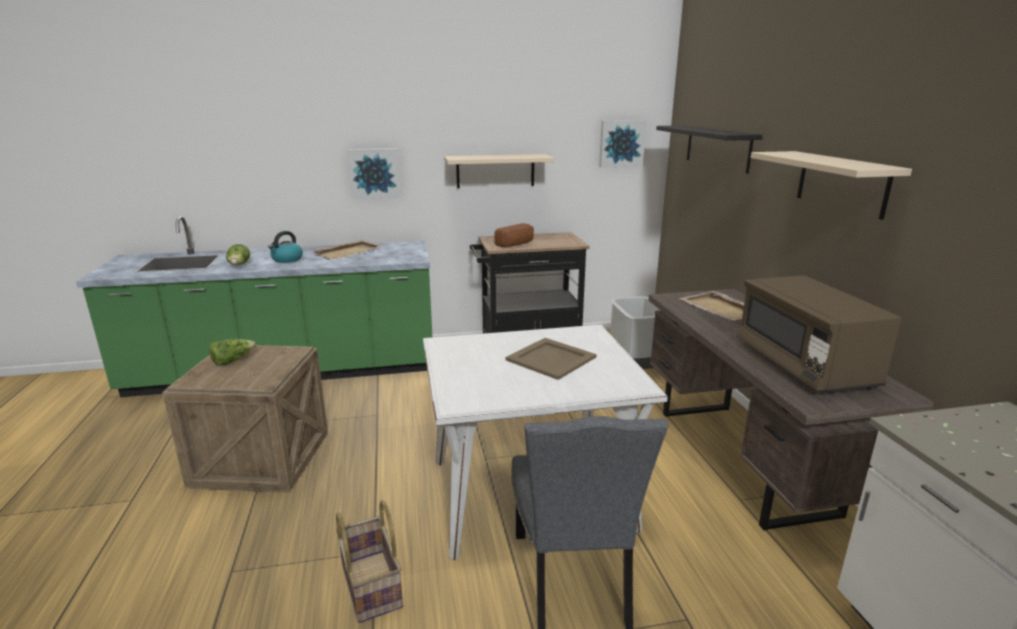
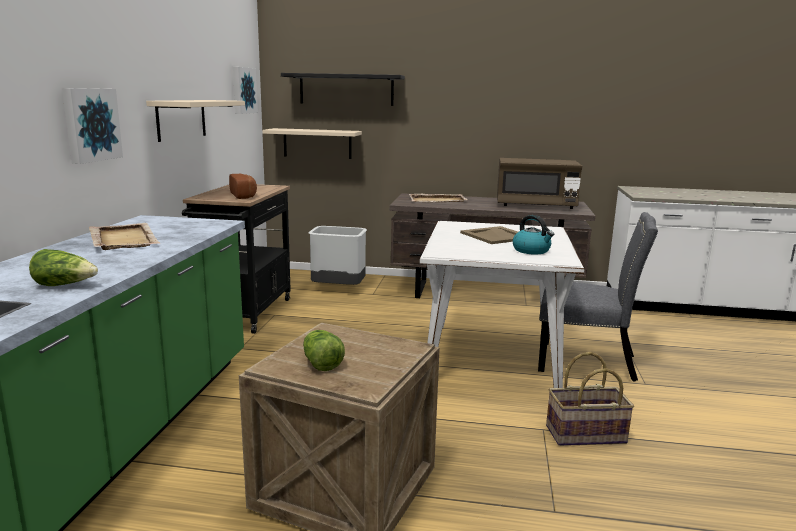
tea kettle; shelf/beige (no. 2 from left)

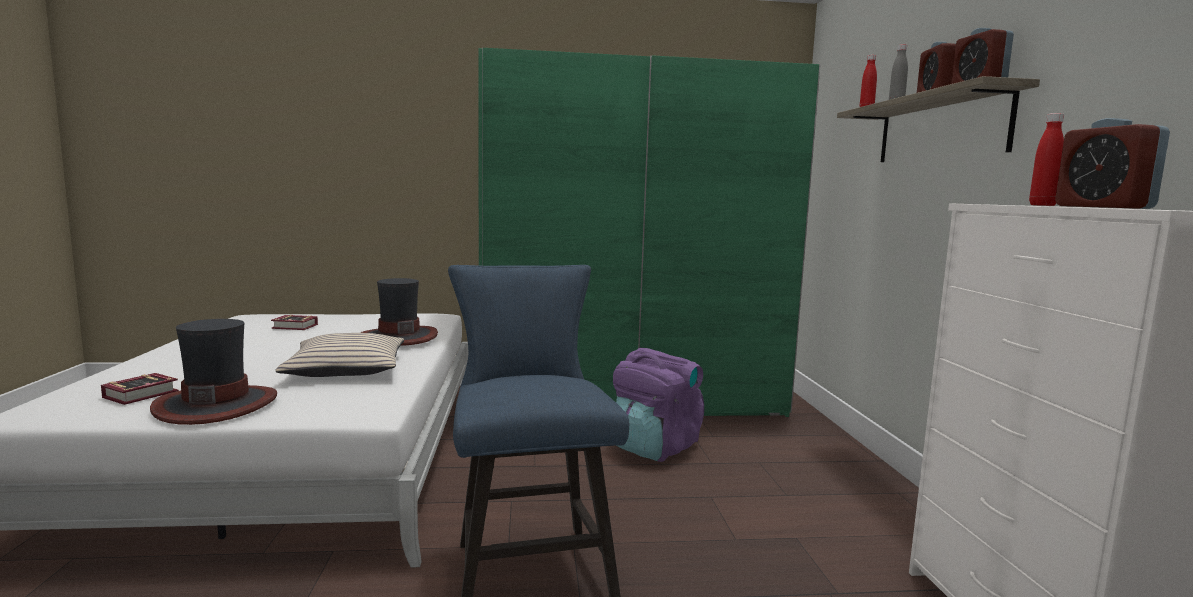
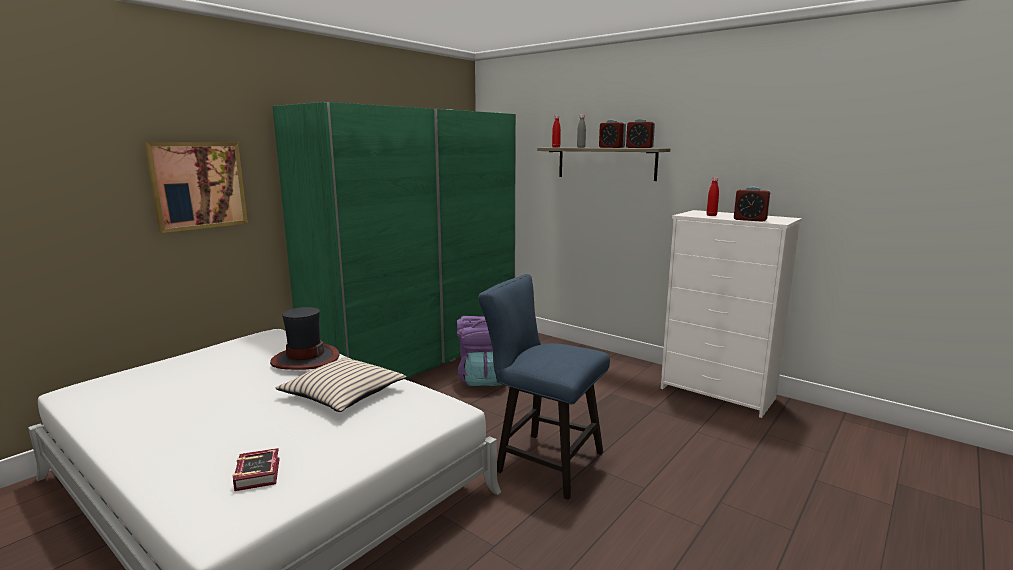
hat (no. 1 from left in the first image); bound book (no. 2 from left in the first image); picture

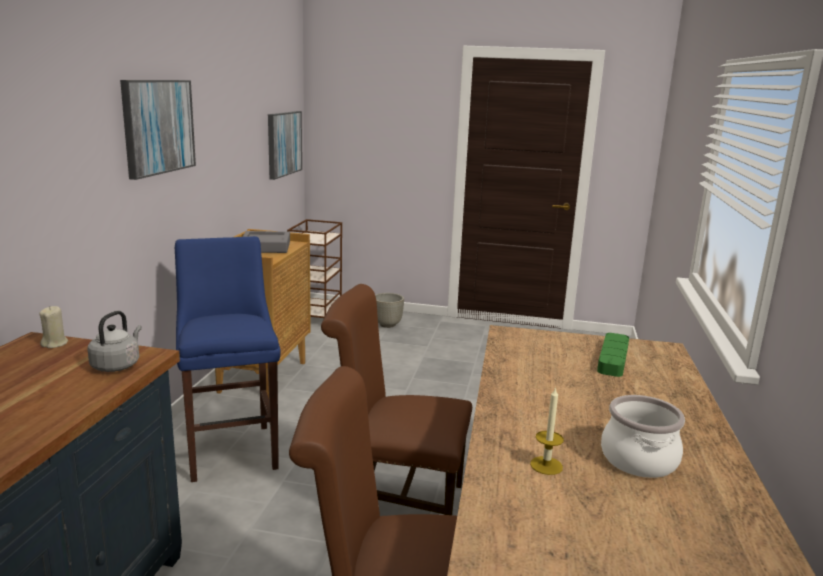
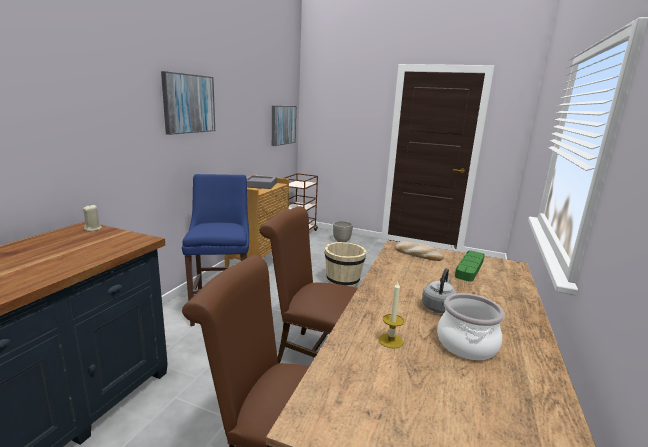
tea kettle/gray; bucket/beige; bread

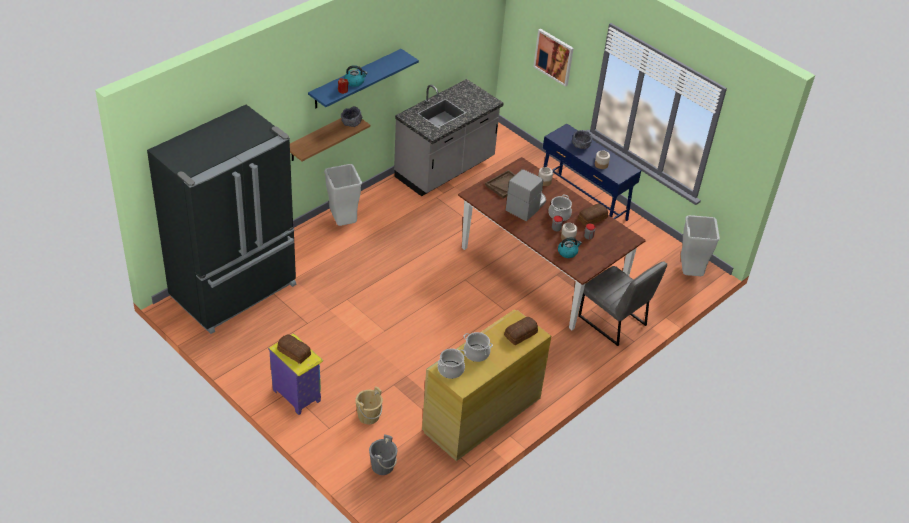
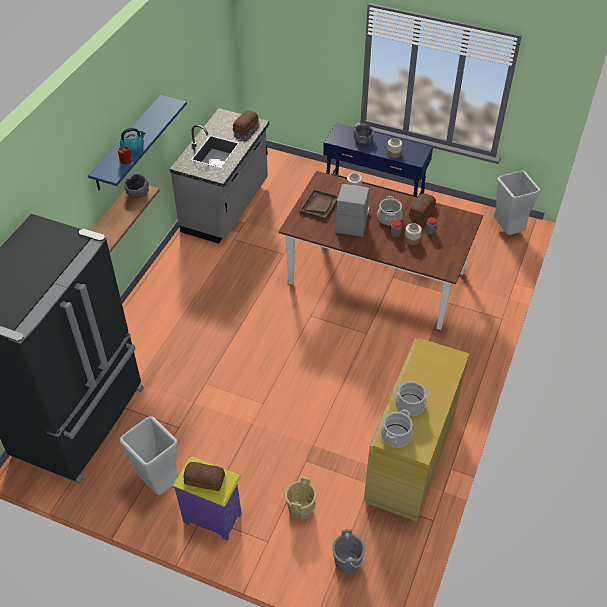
rubbish bin/gray (no. 1 from left); bread (no. 2 from left); picture; tea kettle (no. 2 from left in the first image); upright chair/gray

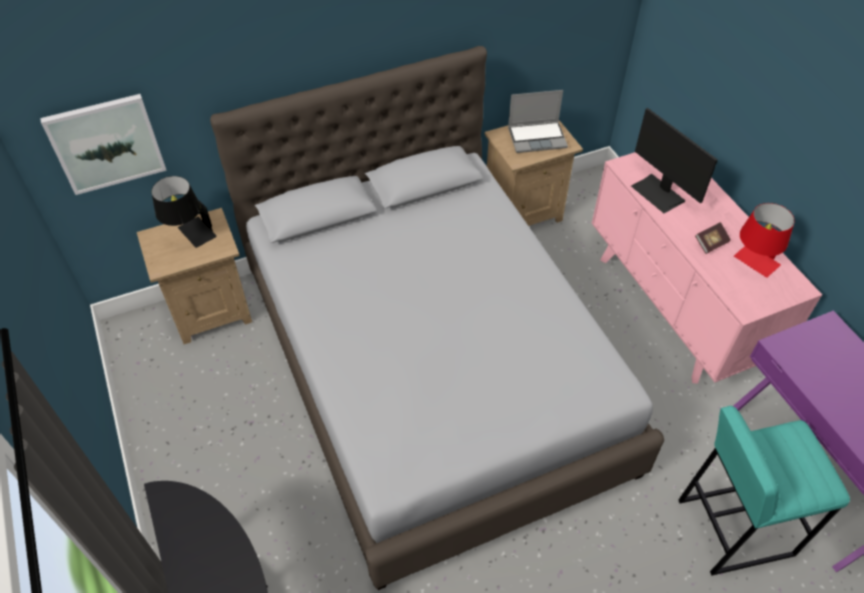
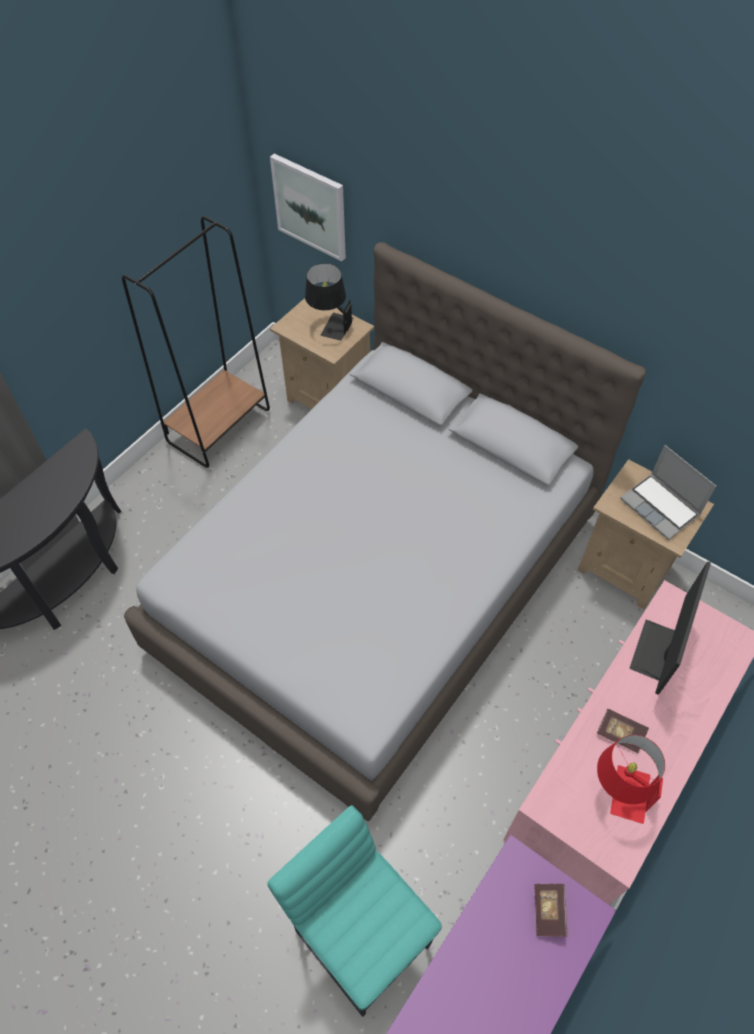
clothes rack; bound book (no. 1 from left)

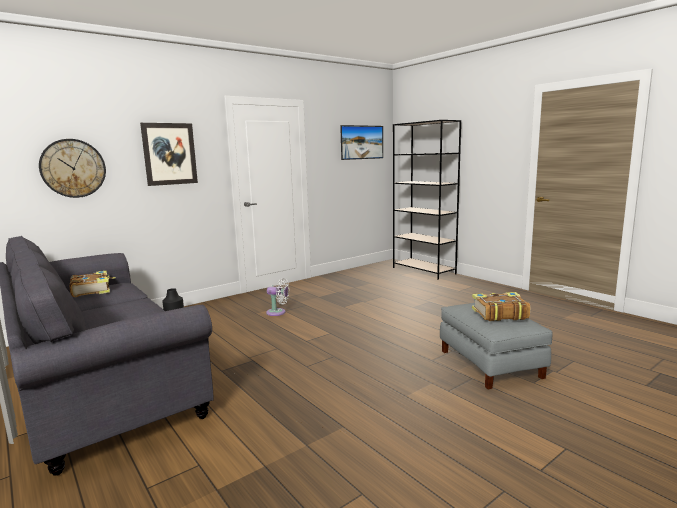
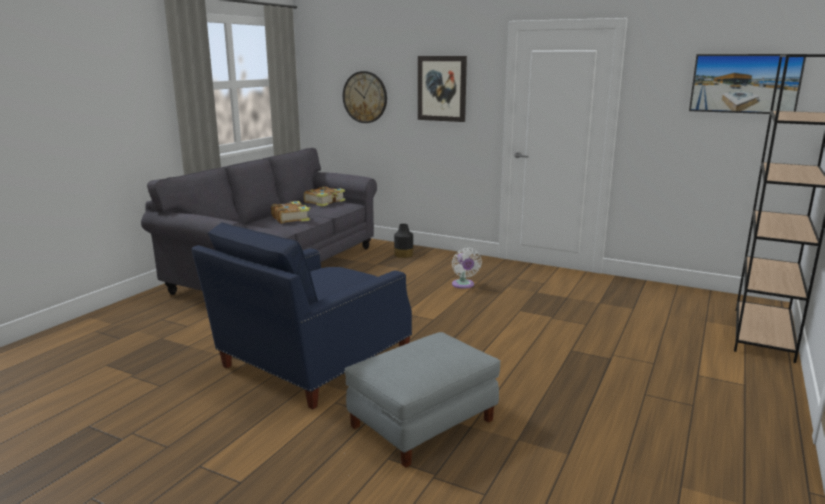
bound book (no. 1 from left); lounge chair/bluish

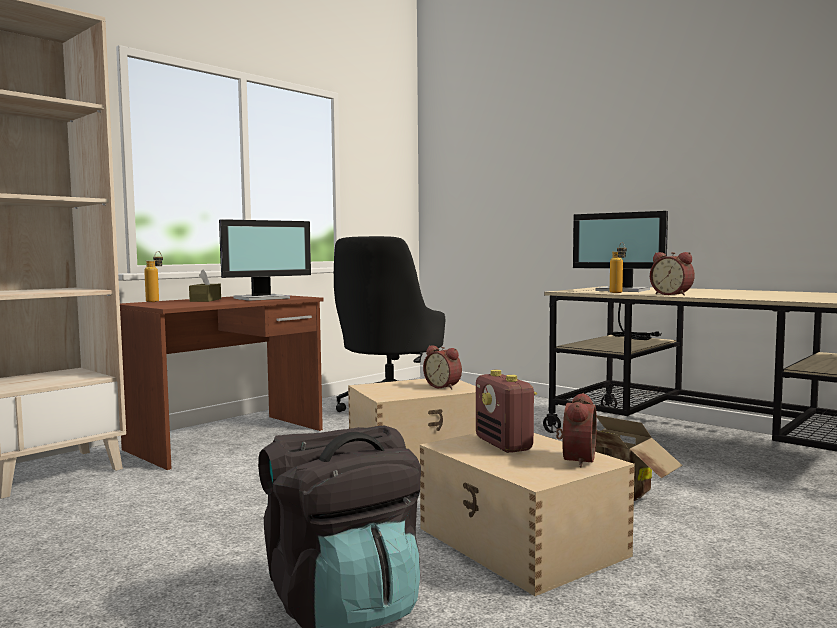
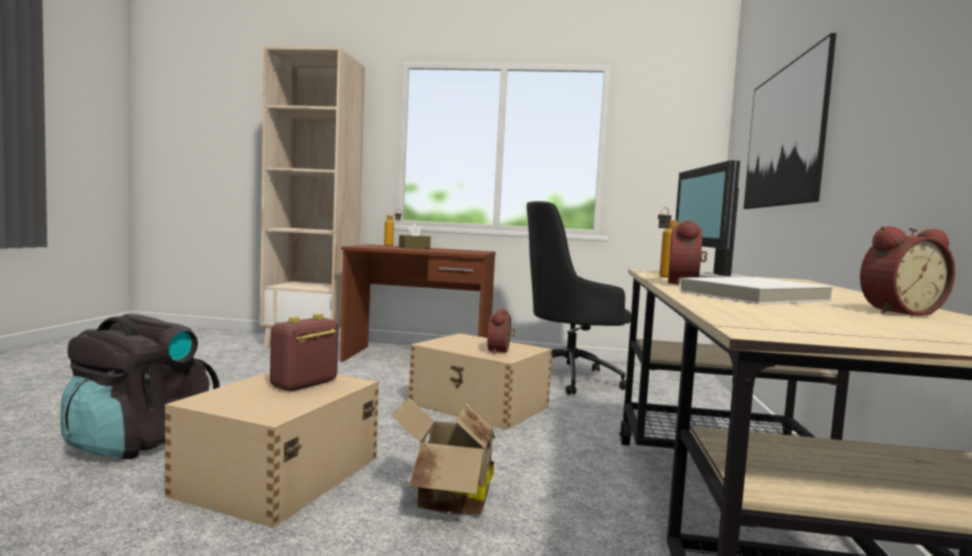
computer screen (no. 1 from left in the first image); bedside clock (no. 3 from left); bound book/white-coloured; picture

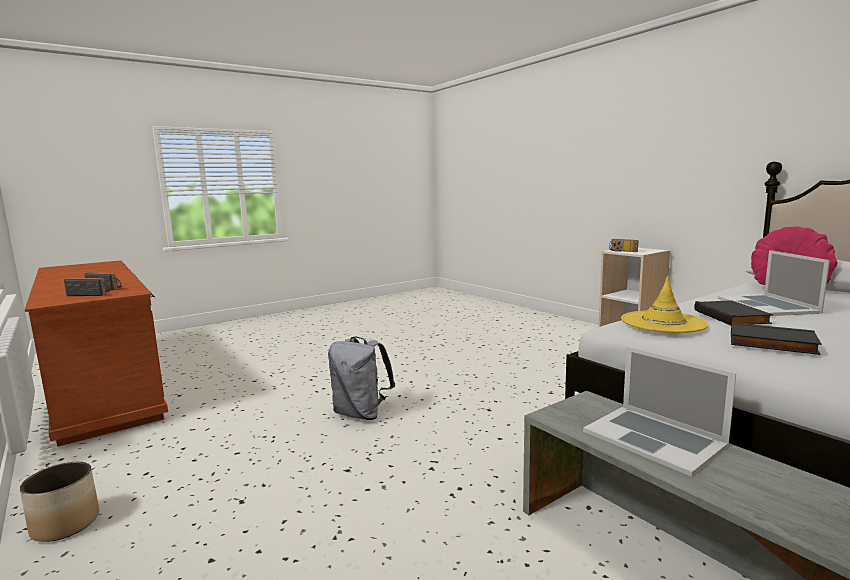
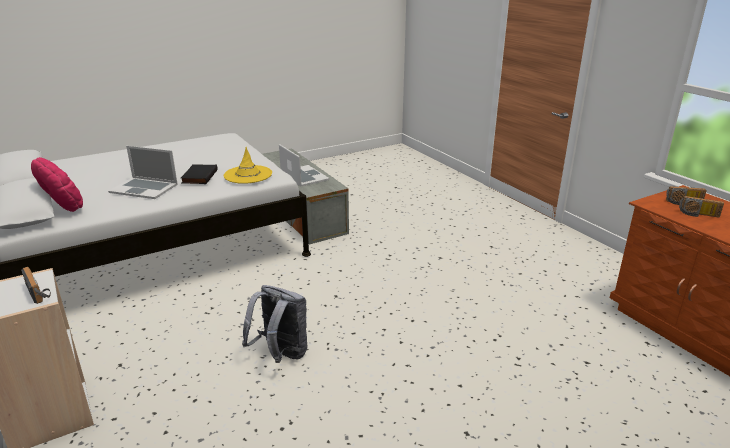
planter; backpack/gray; notebook computer (no. 1 from left); bound book/black-coloured (no. 2 from left in the first image)

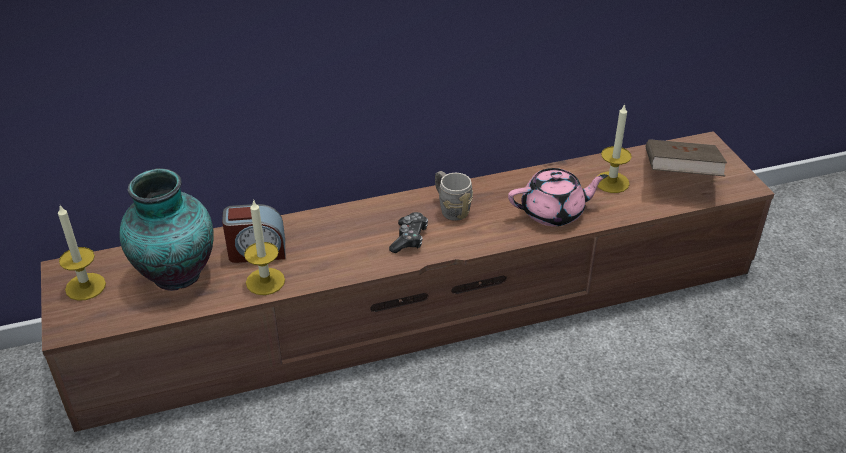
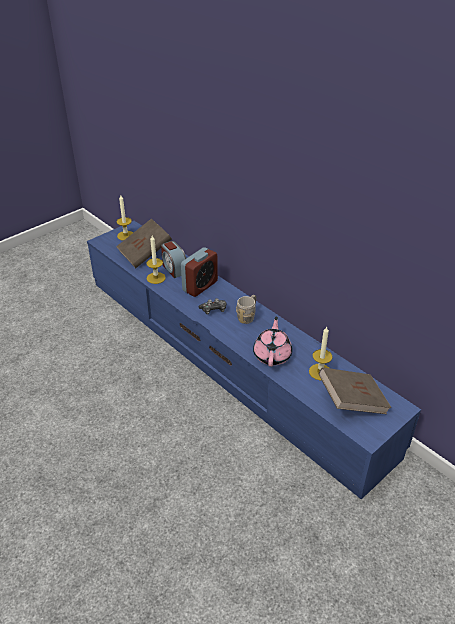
tv stand/bluish; bound book/brown (no. 1 from left); teapot/pink; bedside clock (no. 2 from left)

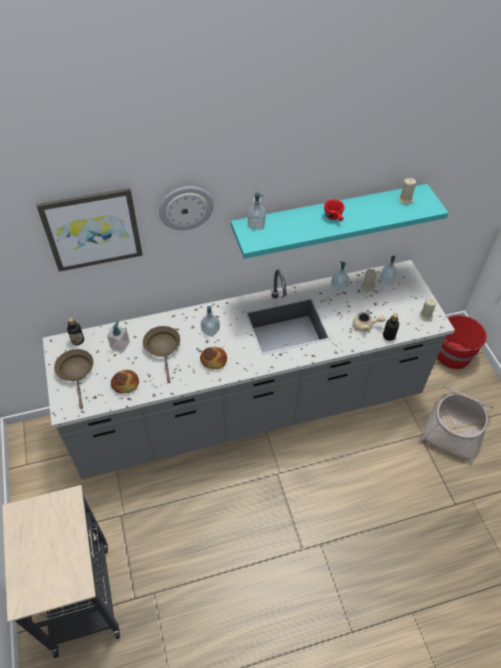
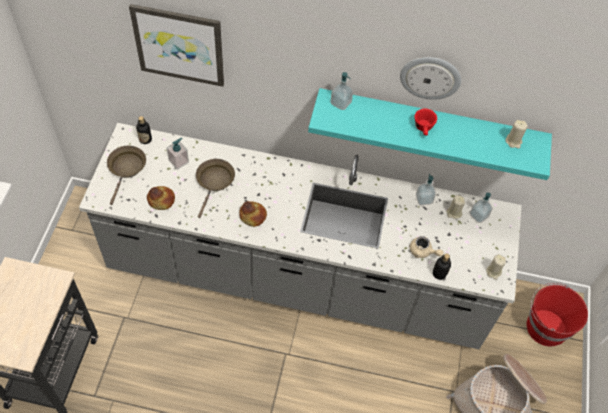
clock on the wall; soap bottle (no. 2 from left in the first image)

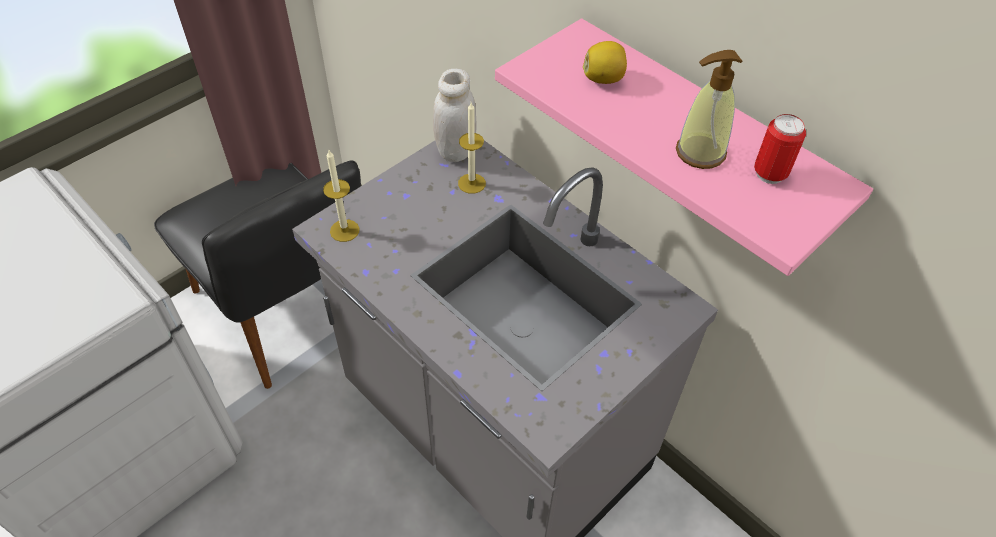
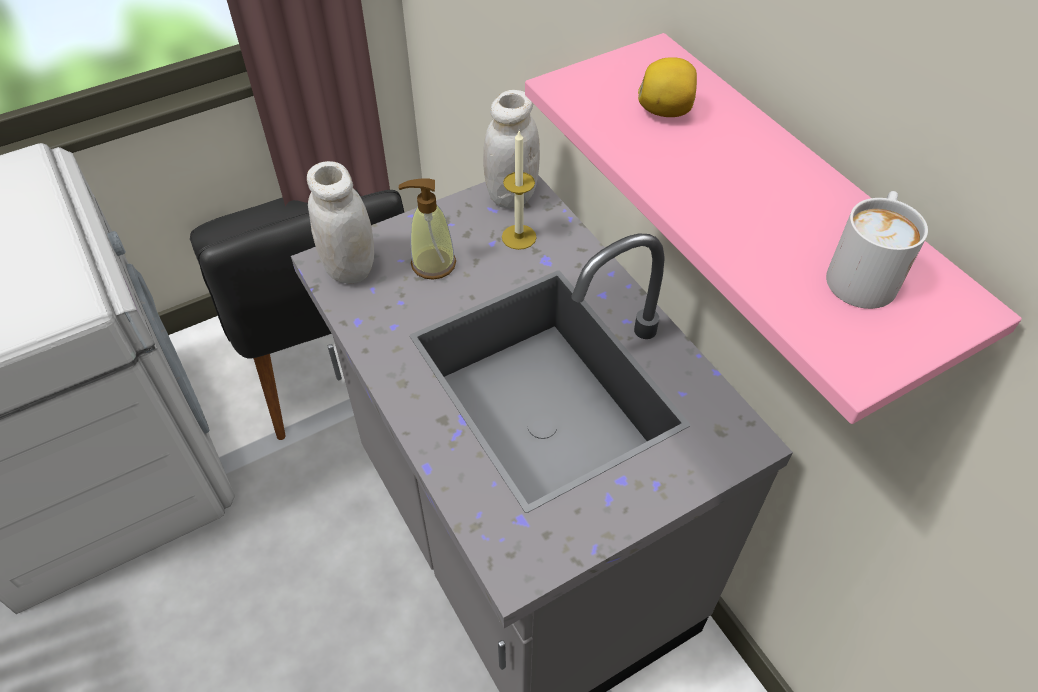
jar/white-coloured (no. 1 from left); soap bottle; mug/white-coloured

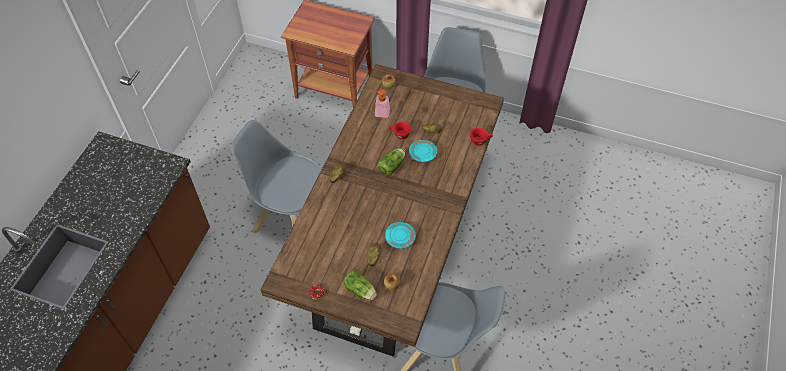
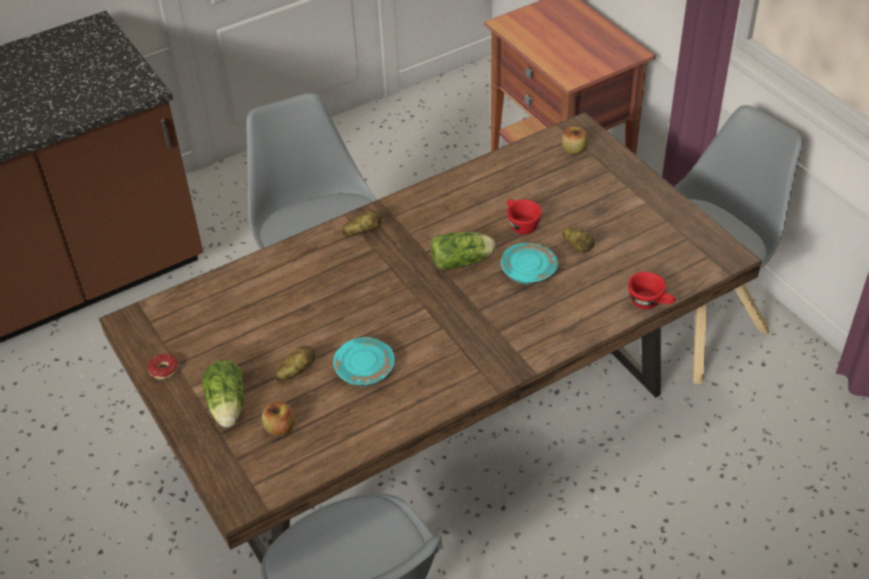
soap bottle

